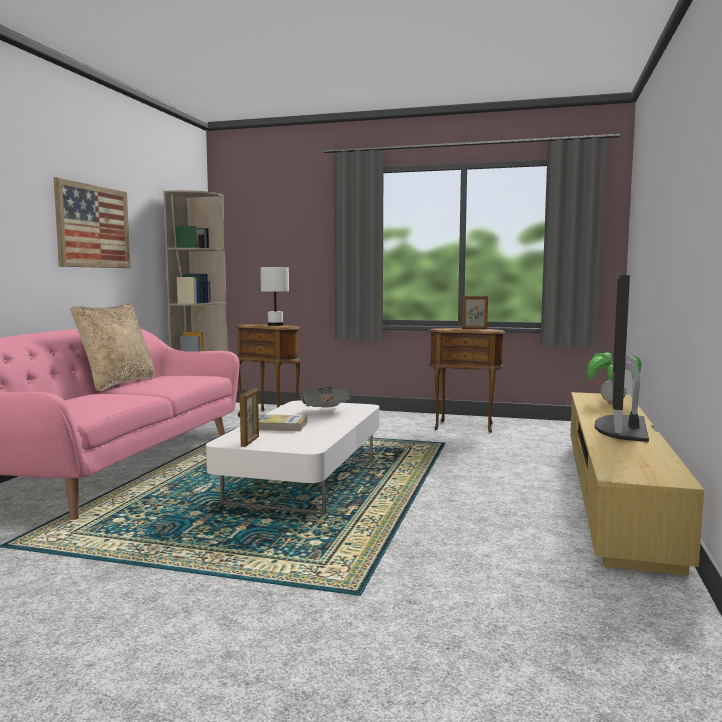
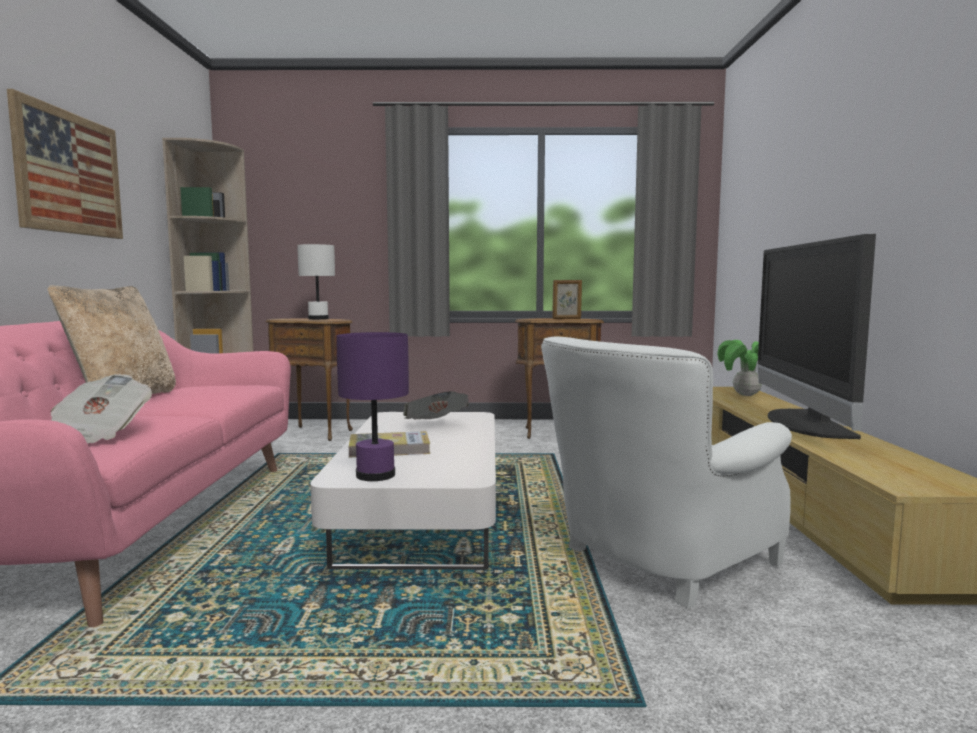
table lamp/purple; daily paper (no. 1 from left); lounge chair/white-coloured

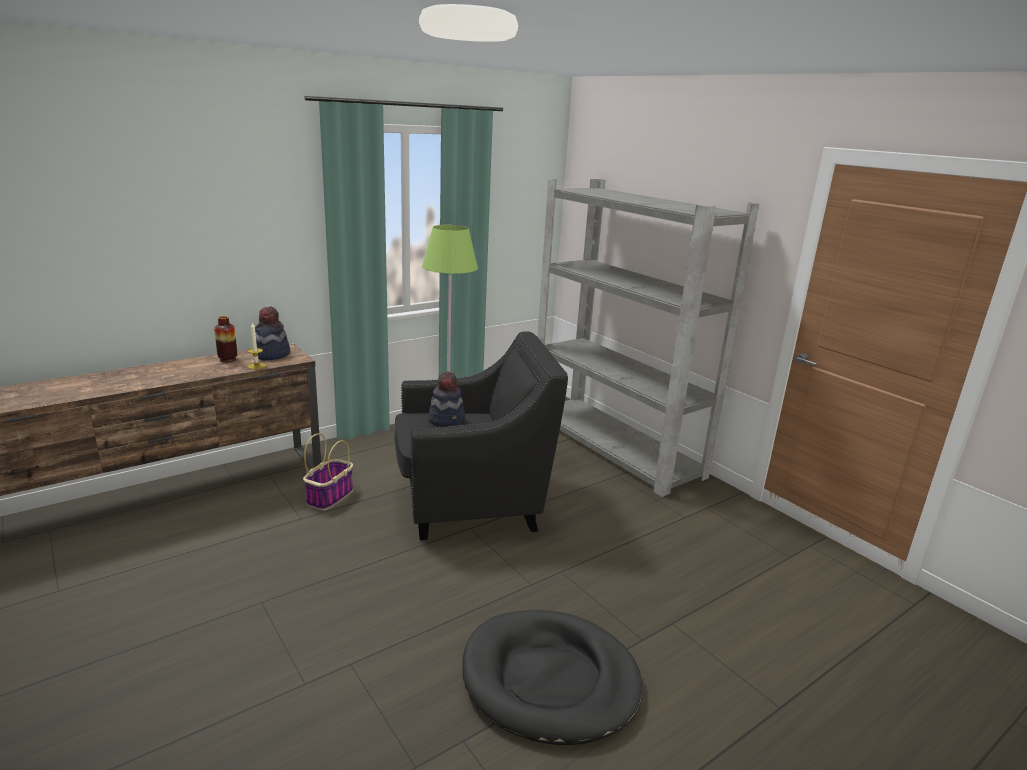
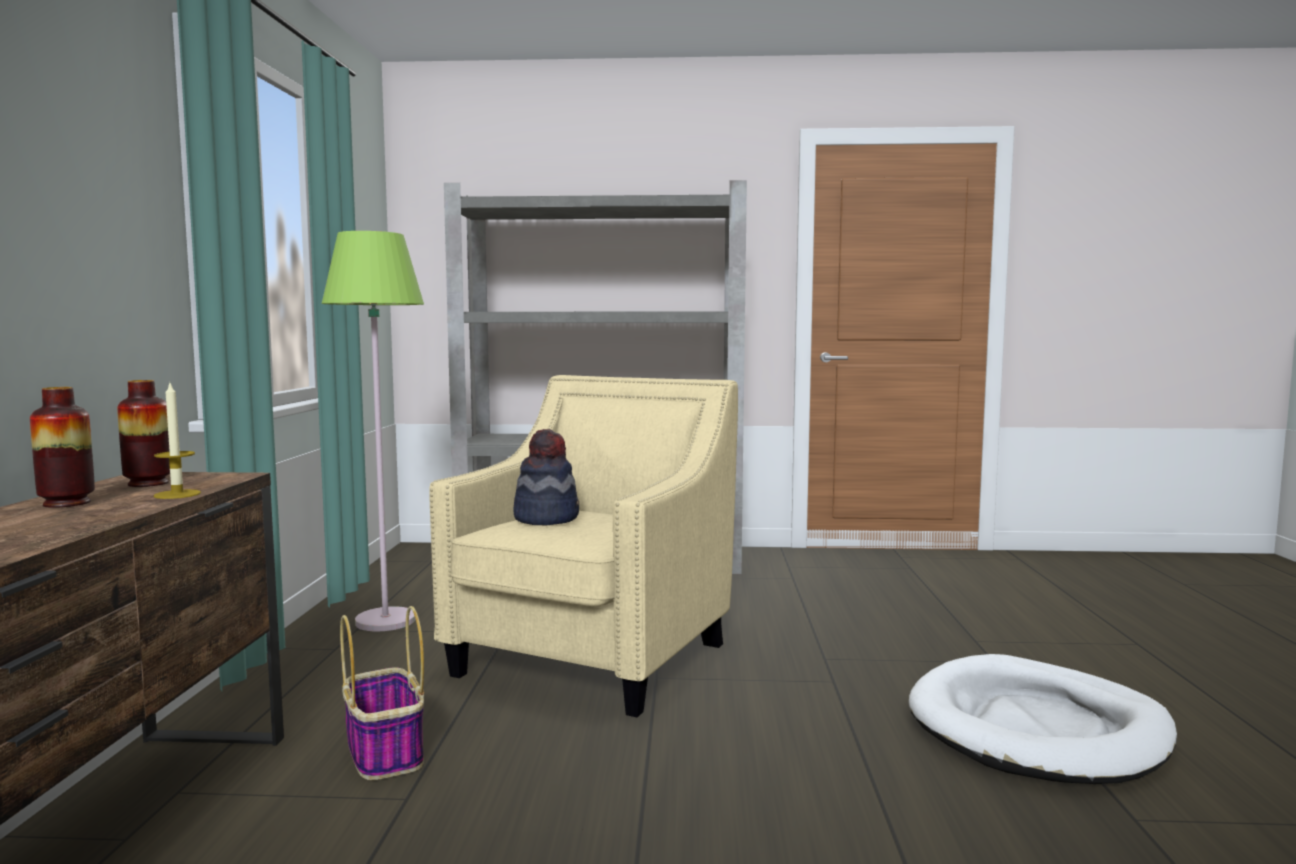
flower vase (no. 2 from left); lounge chair/beige; dog bed/white-coloured

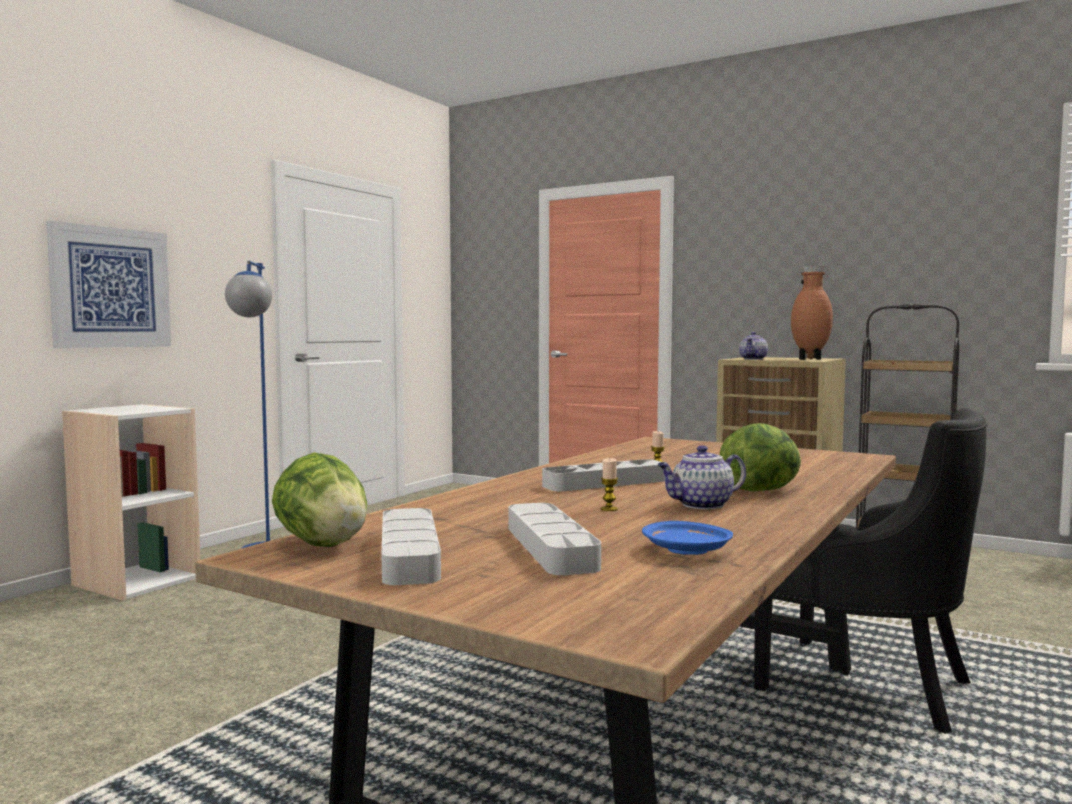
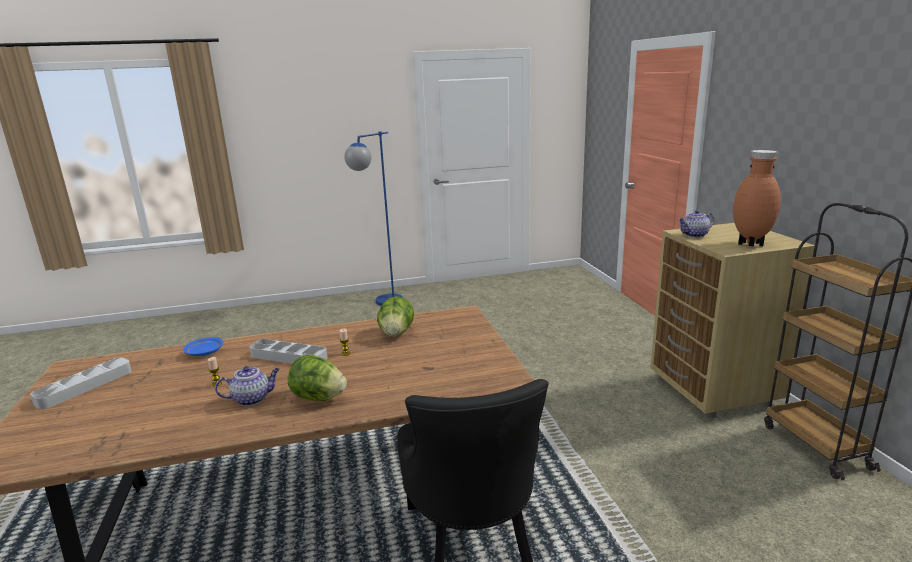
picture; shelving unit; head of lettuce (no. 2 from left); tray/gray (no. 2 from left in the first image); flat dish/bluish; teapot (no. 1 from left)

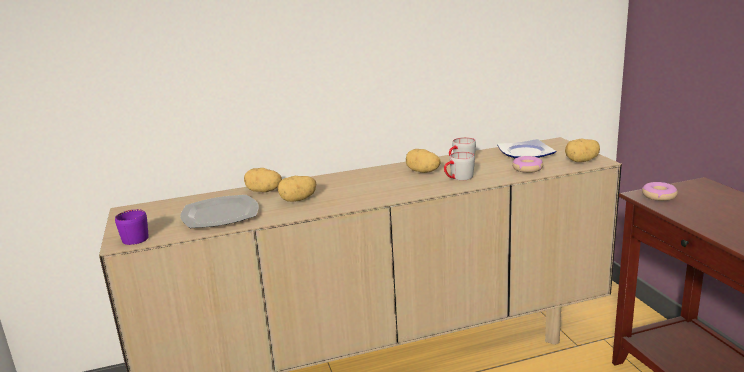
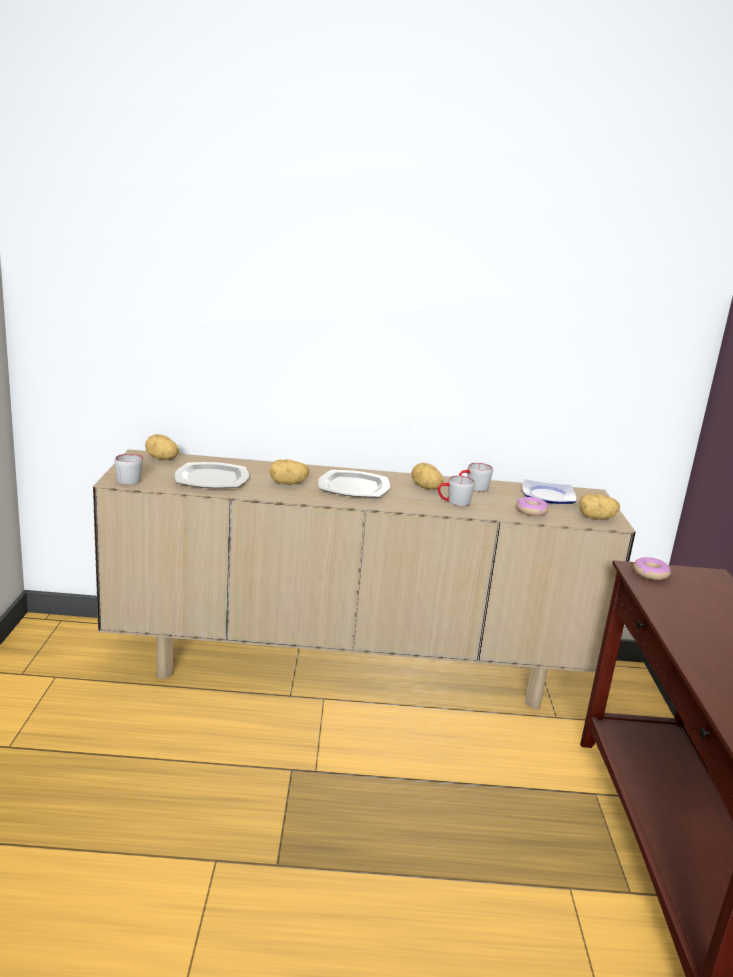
mug/gray (no. 1 from left); whole potato (no. 1 from left); flat dish (no. 2 from left)

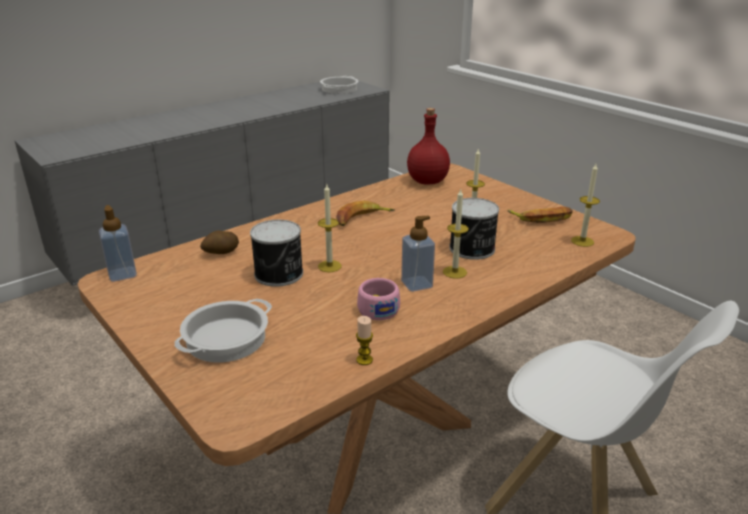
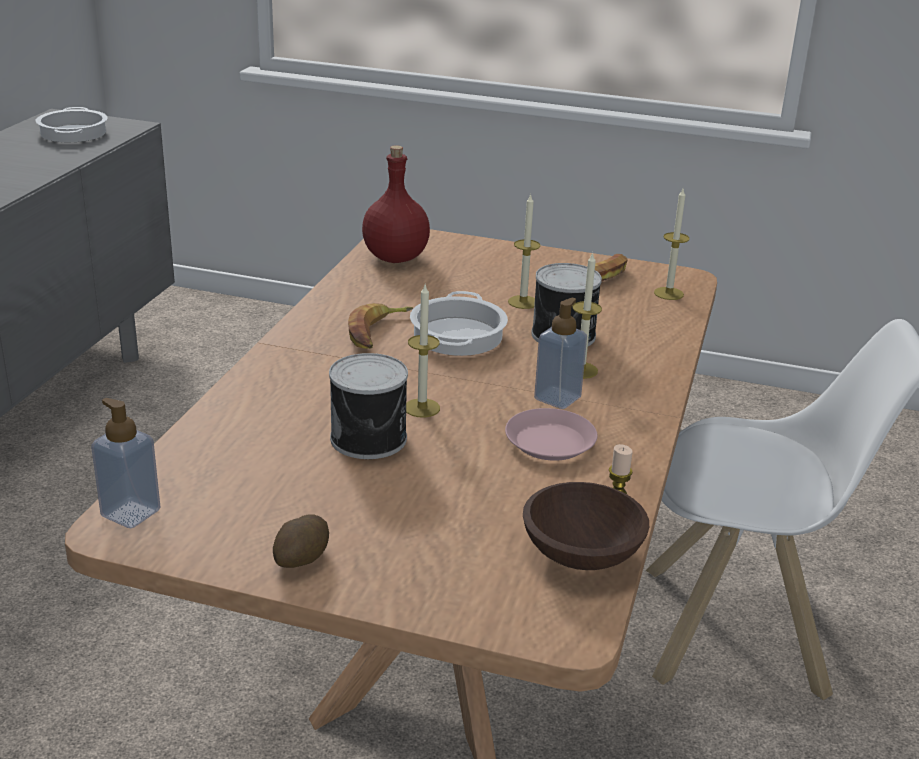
cooking pot (no. 2 from left); whole potato; flat dish/pink; serving bowl/brown

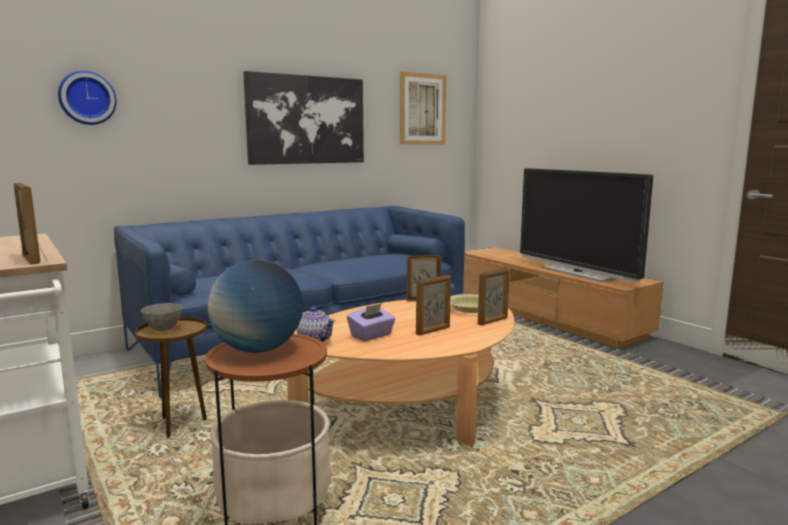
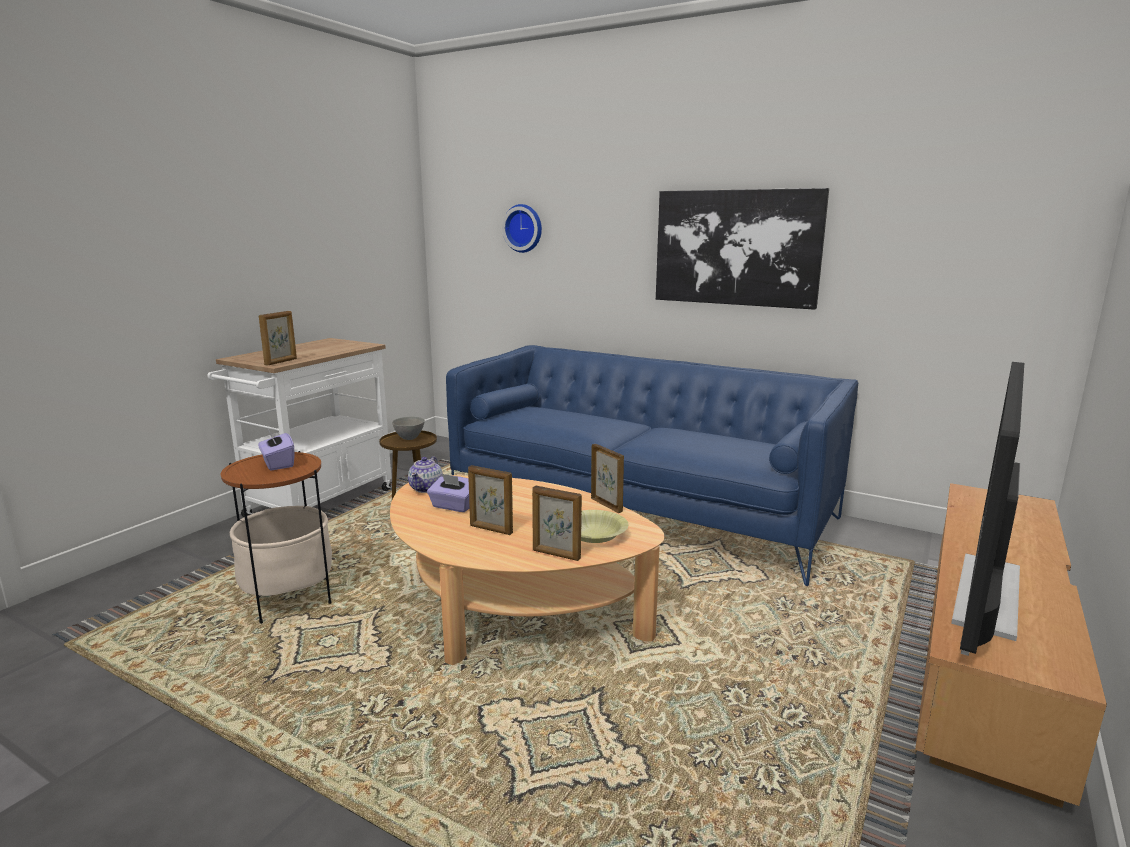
box of tissues/purple (no. 1 from left); picture (no. 2 from left in the first image)

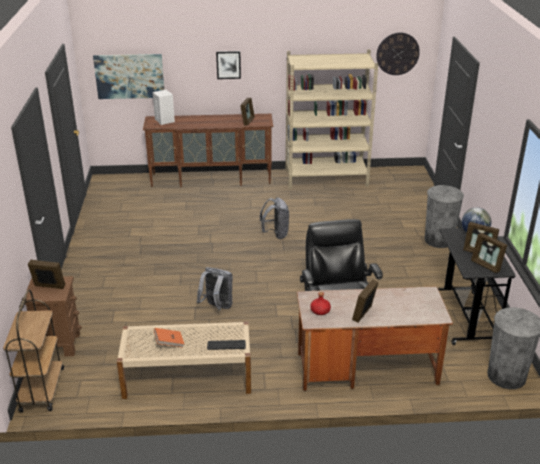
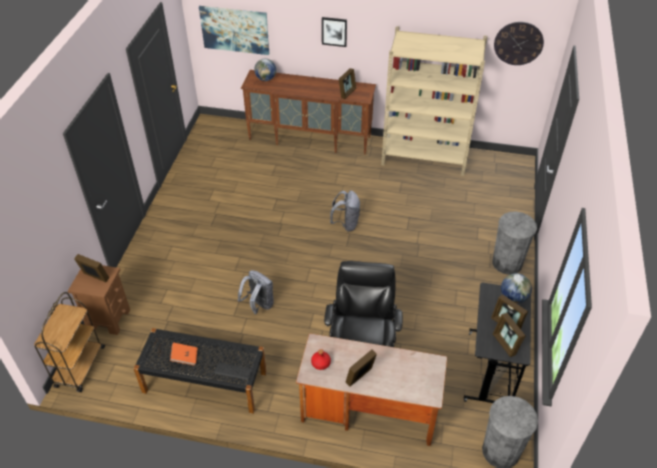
indoor bench/black-coloured; desk globe (no. 1 from left)

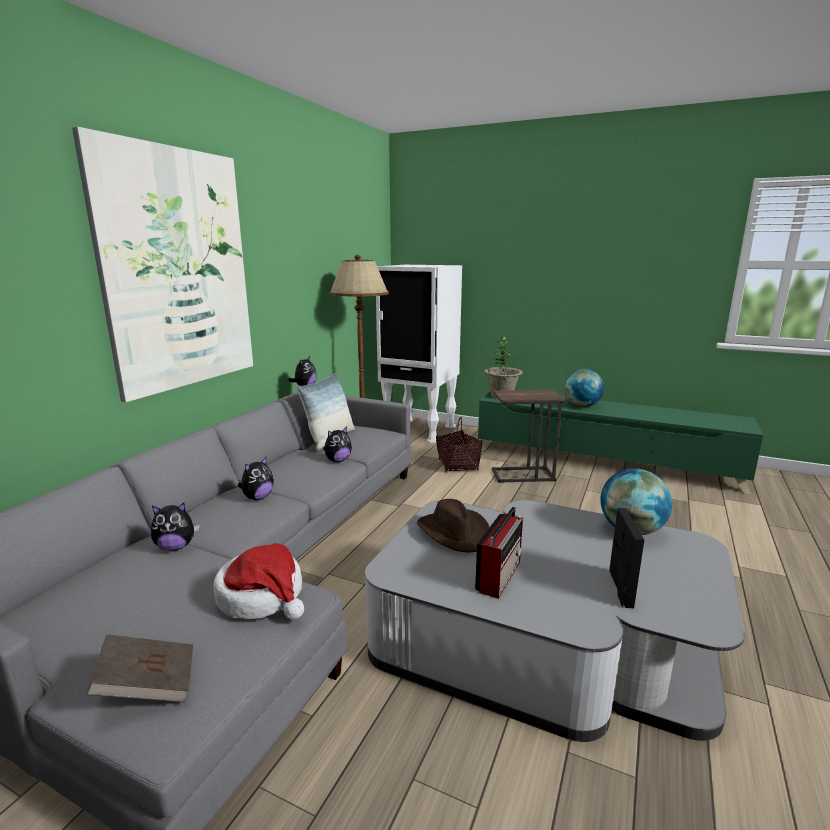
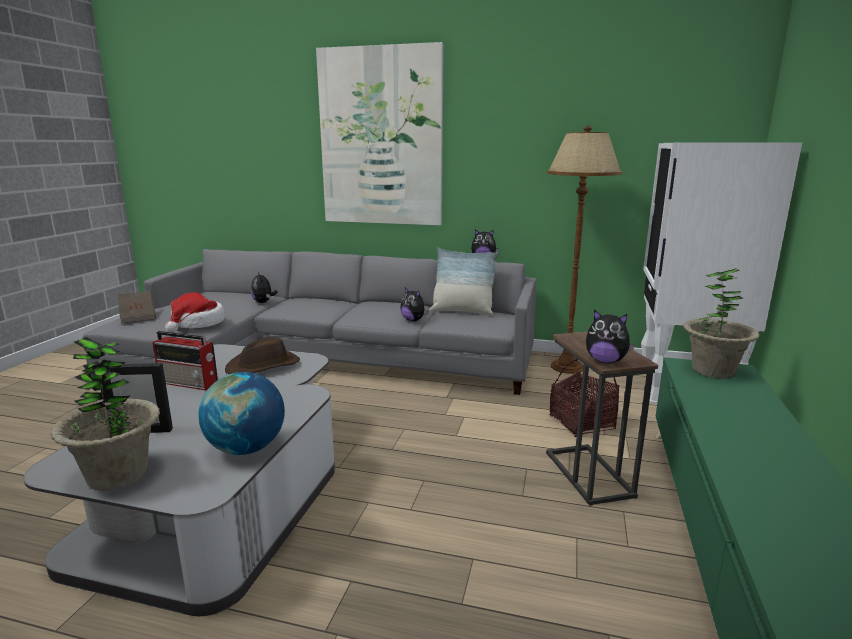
cuddly toy (no. 4 from left); desk globe (no. 1 from left in the first image); houseplant (no. 1 from left)

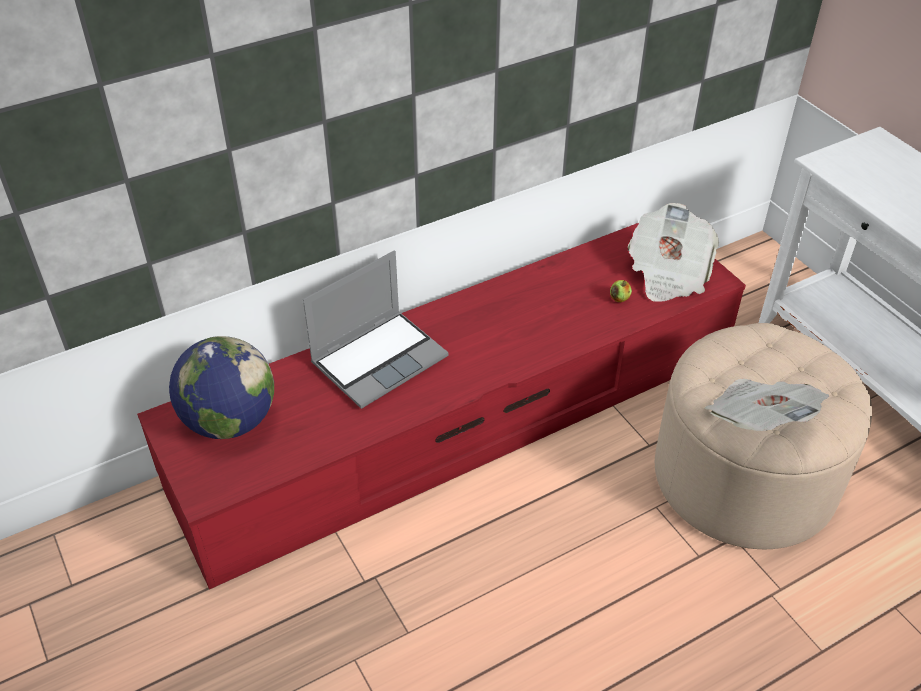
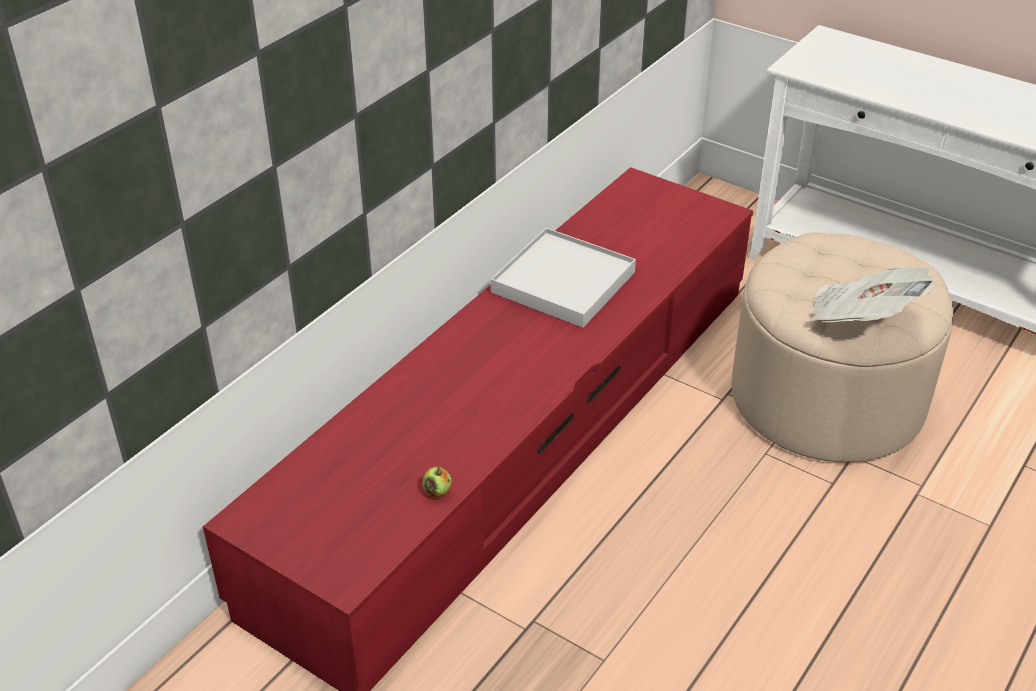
desk globe; notebook computer; whole apple; daily paper (no. 1 from left in the first image); tray/white-coloured

